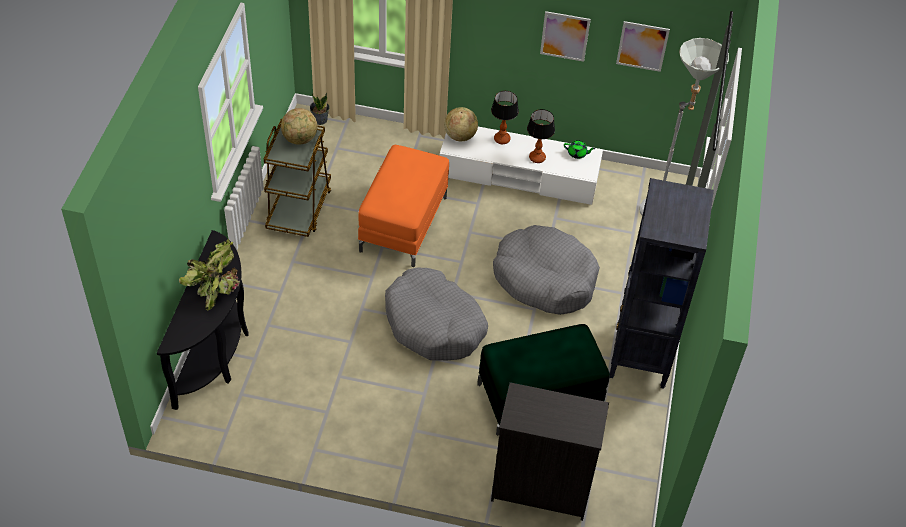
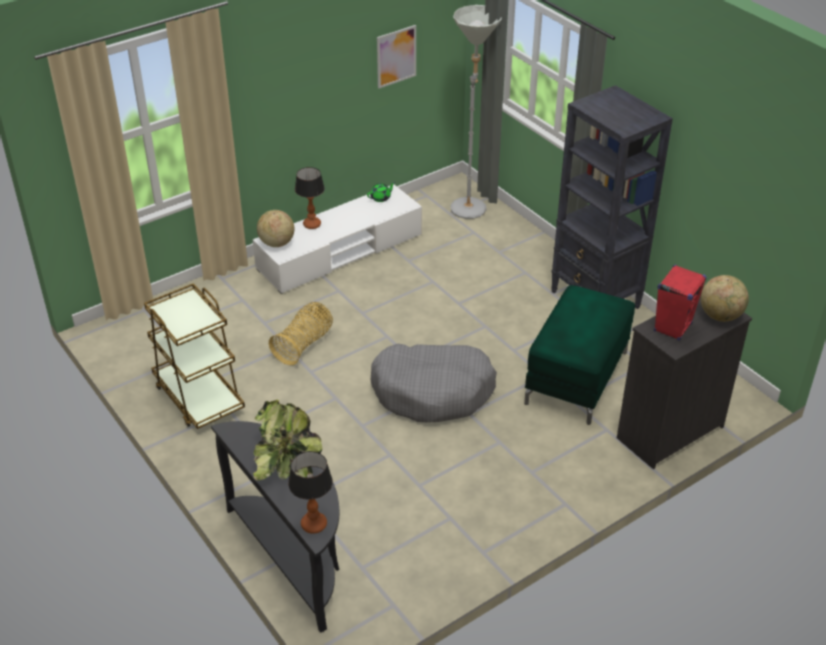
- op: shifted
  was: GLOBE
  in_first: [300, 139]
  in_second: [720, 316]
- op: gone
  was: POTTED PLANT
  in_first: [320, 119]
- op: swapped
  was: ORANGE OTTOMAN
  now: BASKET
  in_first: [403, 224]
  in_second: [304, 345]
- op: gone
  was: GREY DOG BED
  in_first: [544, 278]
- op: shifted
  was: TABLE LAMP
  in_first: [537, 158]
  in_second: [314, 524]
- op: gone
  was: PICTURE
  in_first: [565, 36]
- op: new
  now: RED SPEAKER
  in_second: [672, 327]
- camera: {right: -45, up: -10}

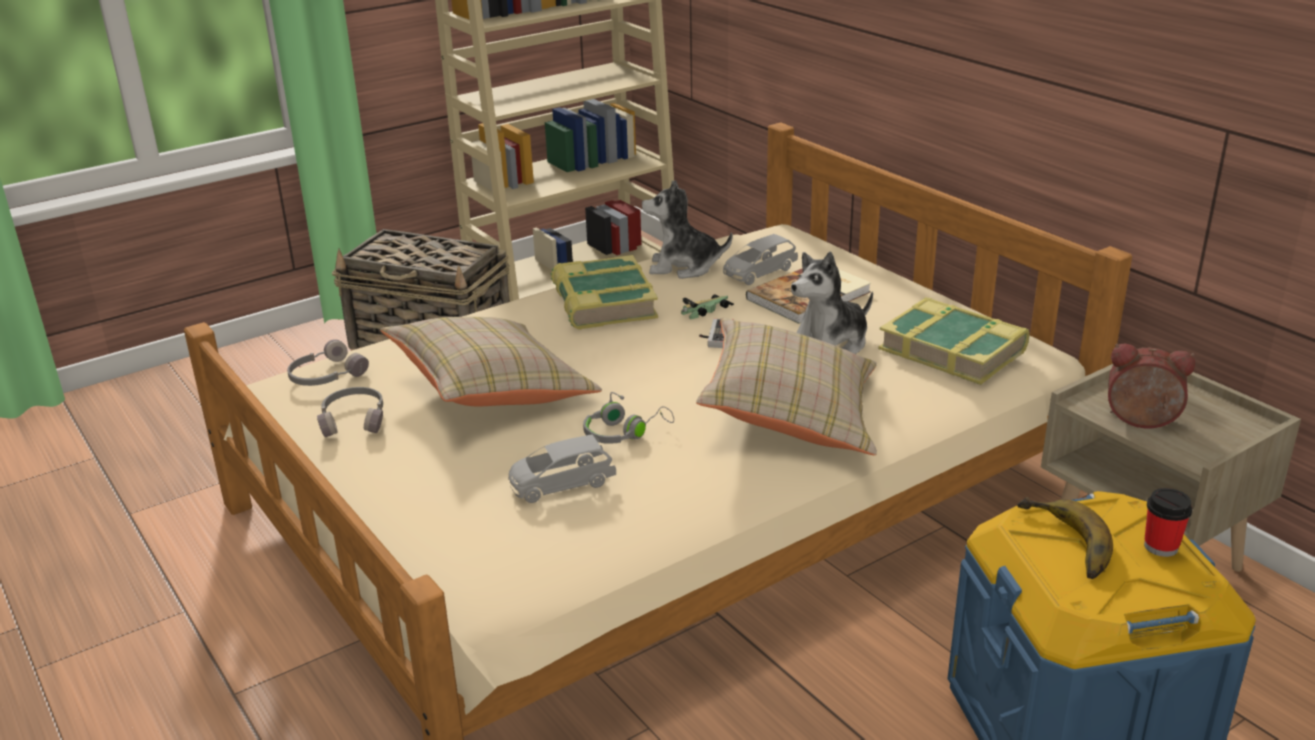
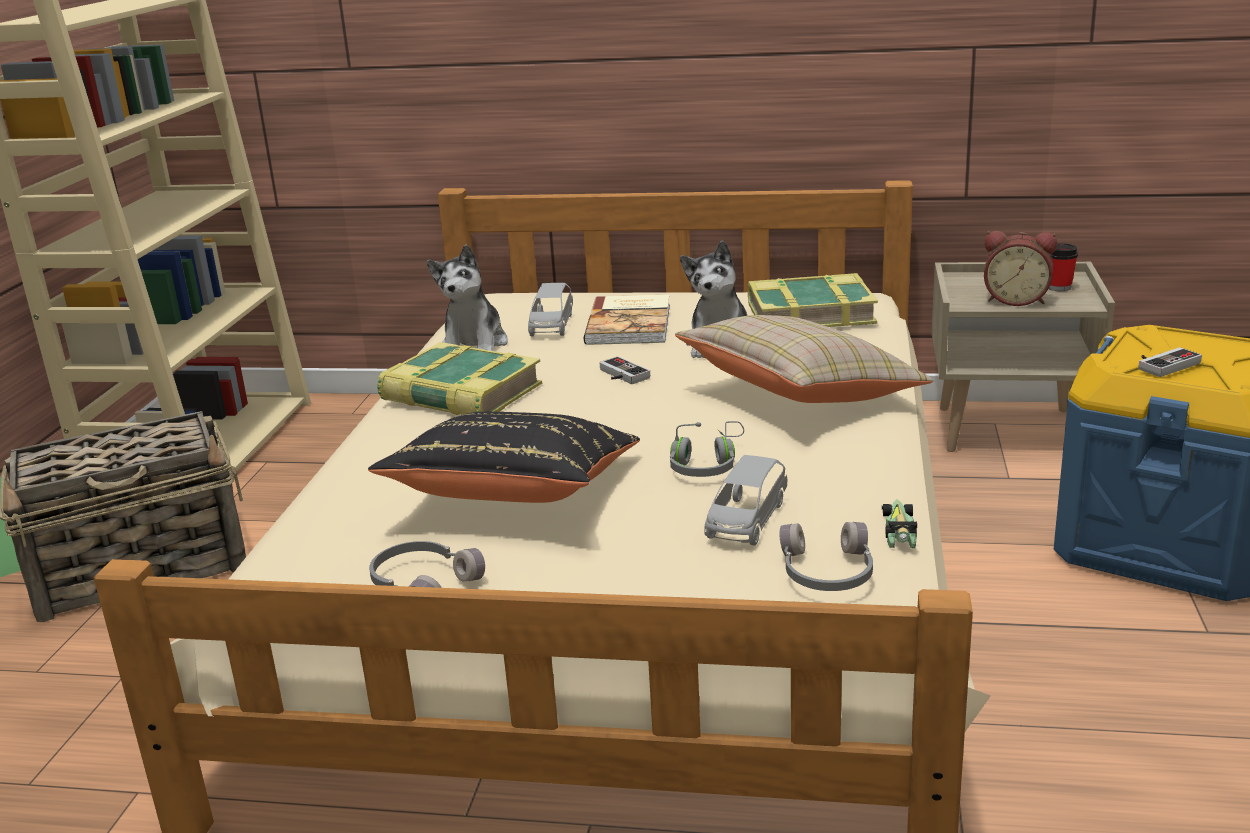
- op: shifted
  was: GREY HEADPHONES
  in_first: [325, 376]
  in_second: [826, 573]
- op: repainted
  was: BEIGE PILLOW
  now: BLACK PILLOW
  in_first: [491, 392]
  in_second: [515, 496]
- op: rotated
  was: PLUSH TOY
  in_first: [683, 267]
  in_second: [474, 345]
  clockwise: -45
- op: shifted
  was: TOY CAR
  in_first: [705, 310]
  in_second: [899, 529]
- op: swapped
  was: BANANA
  now: GAME CONTROLLER
  in_first: [1062, 544]
  in_second: [1164, 364]
- op: rotated
  was: ALARM CLOCK
  in_first: [1141, 422]
  in_second: [1016, 300]
  clockwise: -135
- op: shifted
  was: CUP
  in_first: [1161, 546]
  in_second: [1059, 287]
- camera: {right: -45, up: -5}

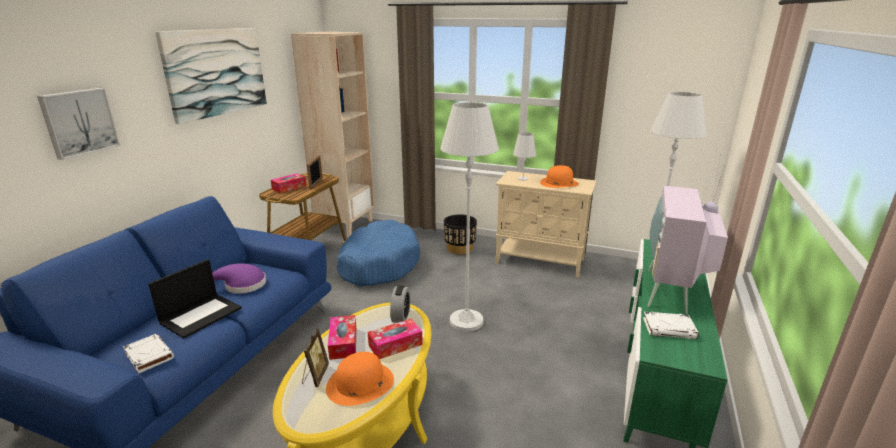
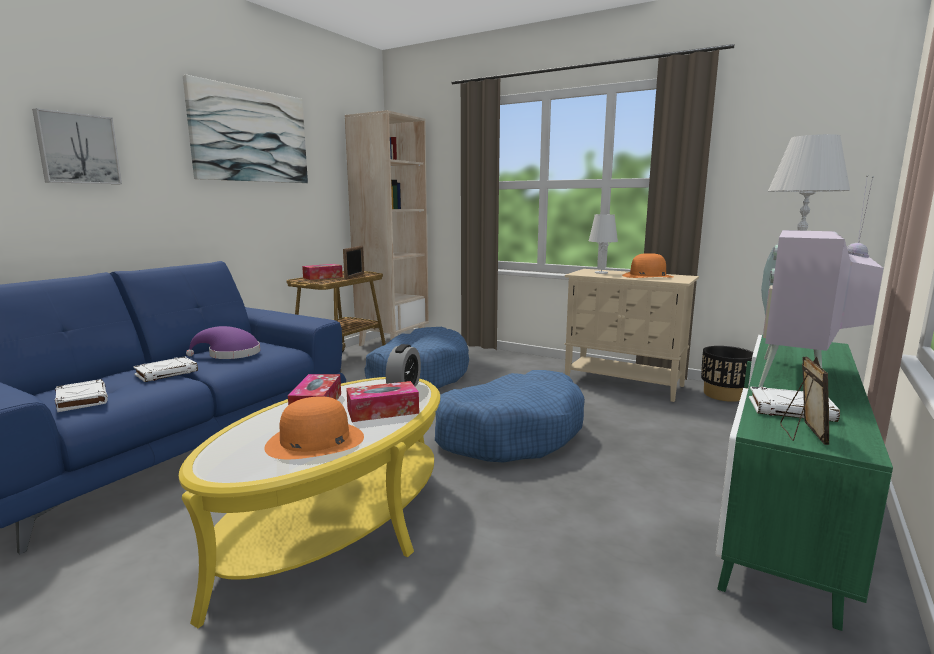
- op: swapped
  was: LAPTOP
  now: WHITE BOOK
  in_first: [201, 315]
  in_second: [167, 373]
- op: shifted
  was: PICTURE FRAME
  in_first: [315, 376]
  in_second: [801, 434]
- op: swapped
  was: WHITE FLOOR LAMP
  now: BLUE DOG BED
  in_first: [466, 321]
  in_second: [509, 433]
- op: shifted
  was: BLACK PLANTER
  in_first: [460, 248]
  in_second: [724, 395]
- camera: {right: 10, up: -10}

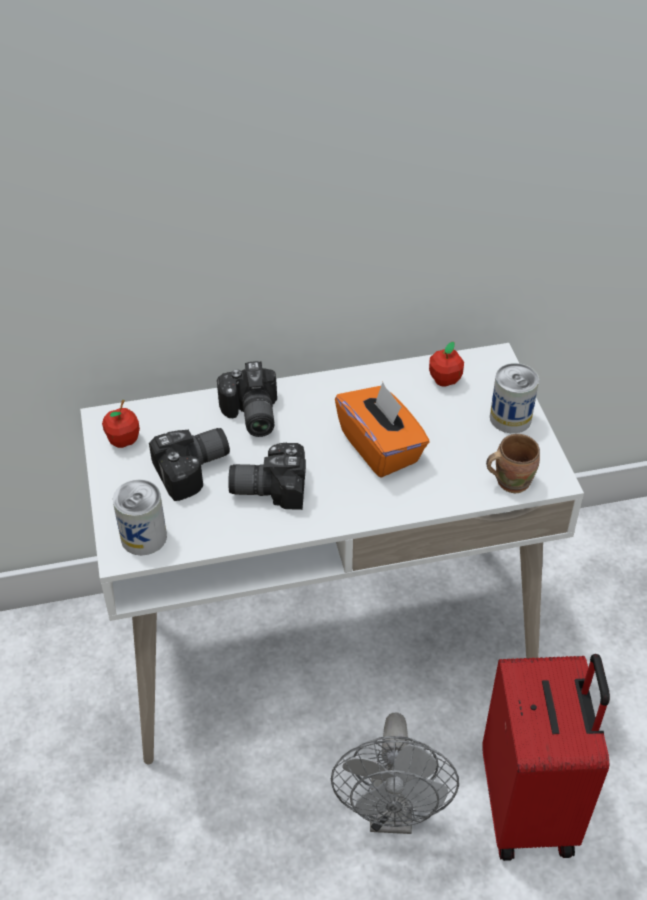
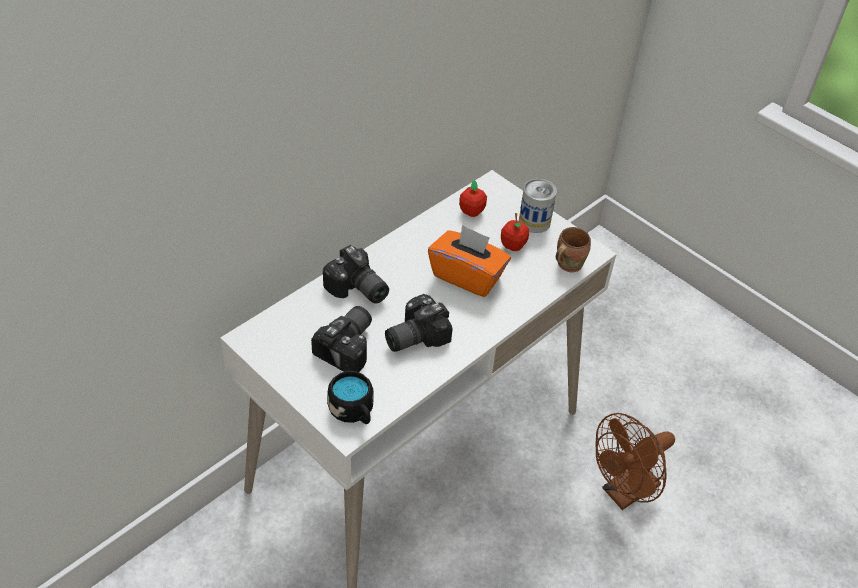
- op: shifted
  was: APPLE
  in_first: [123, 440]
  in_second: [513, 246]
- op: swapped
  was: CAN
  now: BLACK MUG
  in_first: [144, 537]
  in_second: [353, 411]
- op: gone
  was: GREY FAN
  in_first: [392, 813]
- op: swapped
  was: RED SUITCASE
  now: BROWN FAN
  in_first: [530, 806]
  in_second: [624, 493]
- camera: {right: -35, up: 0}

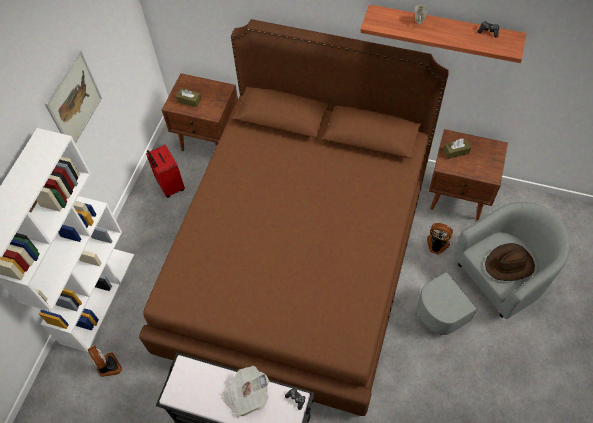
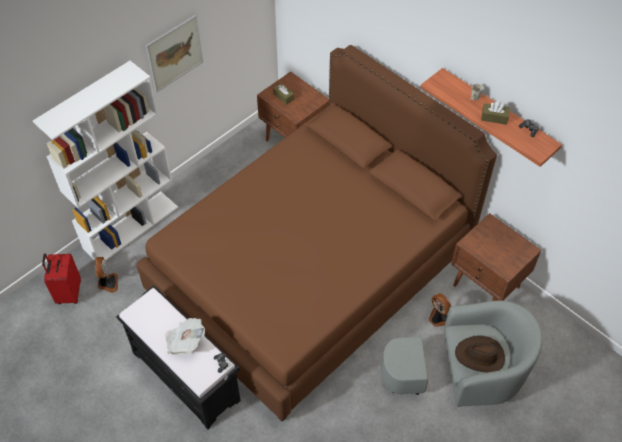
- op: shifted
  was: RED SUITCASE
  in_first: [169, 186]
  in_second: [68, 293]
- op: shifted
  was: BROWN TISSUE BOX
  in_first: [456, 151]
  in_second: [494, 117]
- camera: {right: 25, up: -5}

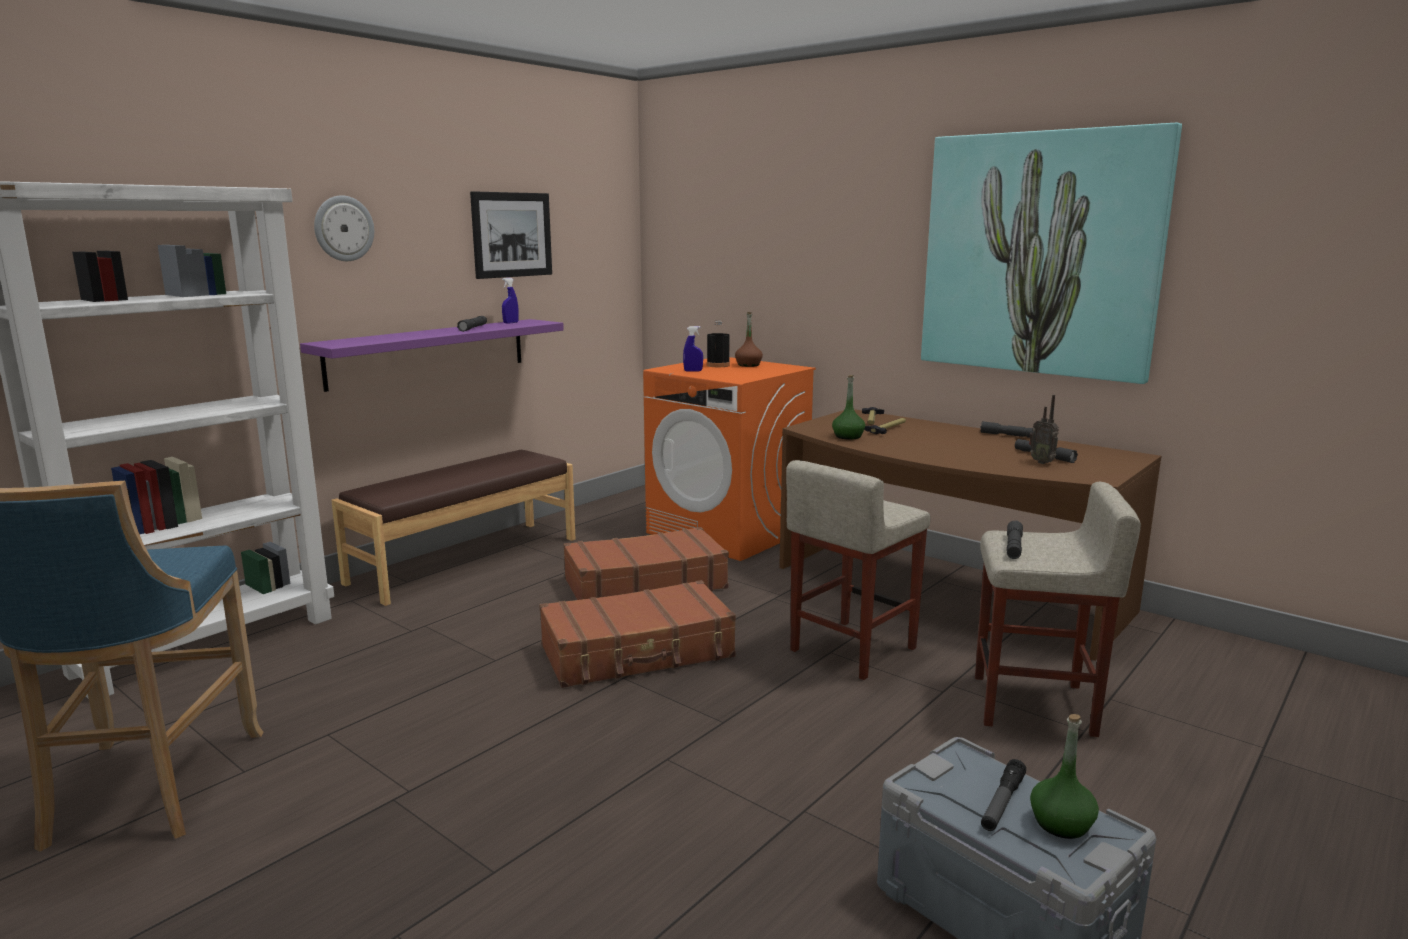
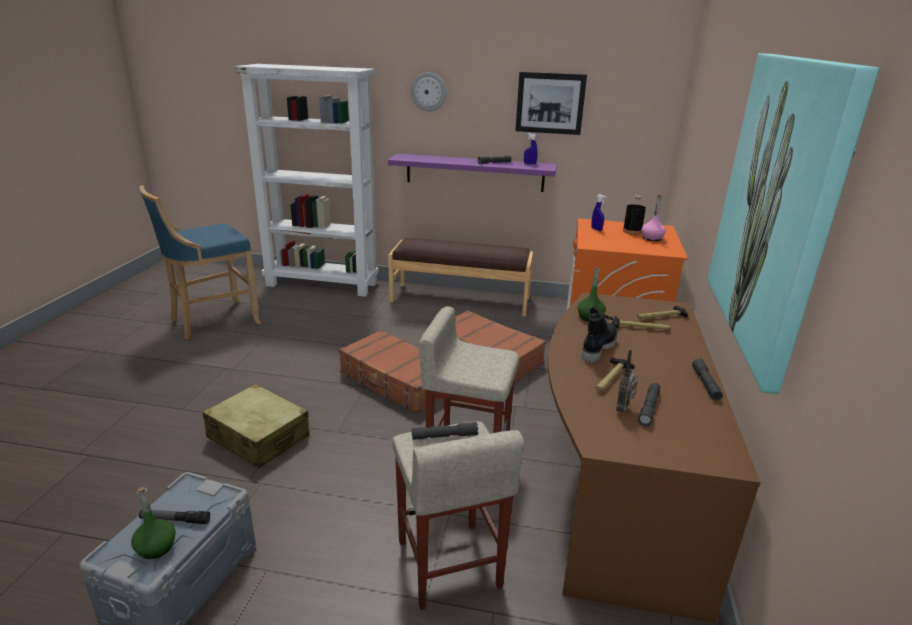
- op: repainted
  was: BROWN BOTTLE
  now: PINK BOTTLE
  in_first: [748, 365]
  in_second: [652, 238]
- op: new
  now: BEIGE SUITCASE
  in_second: [258, 437]
- op: new
  now: BLACK BOOT
  in_second: [597, 348]
- op: new
  now: HAMMER
  in_second: [611, 379]
- camera: {right: 60, up: 10}

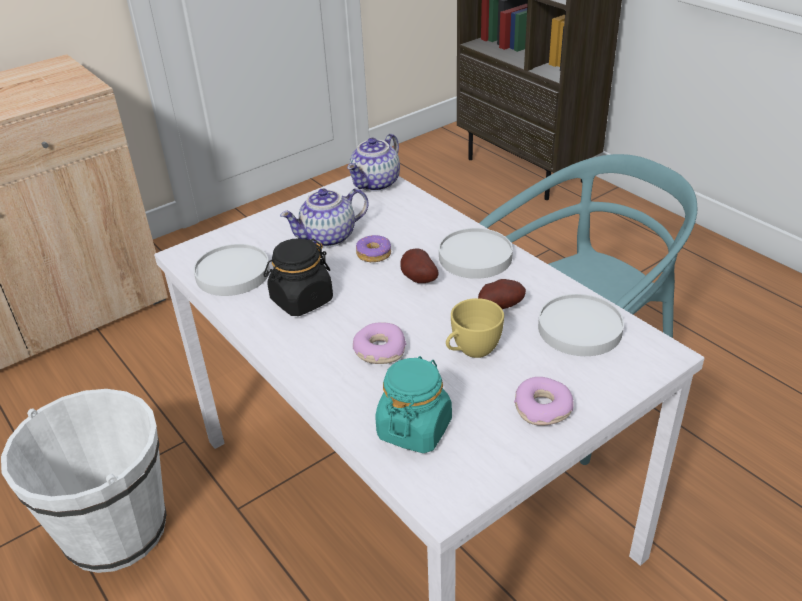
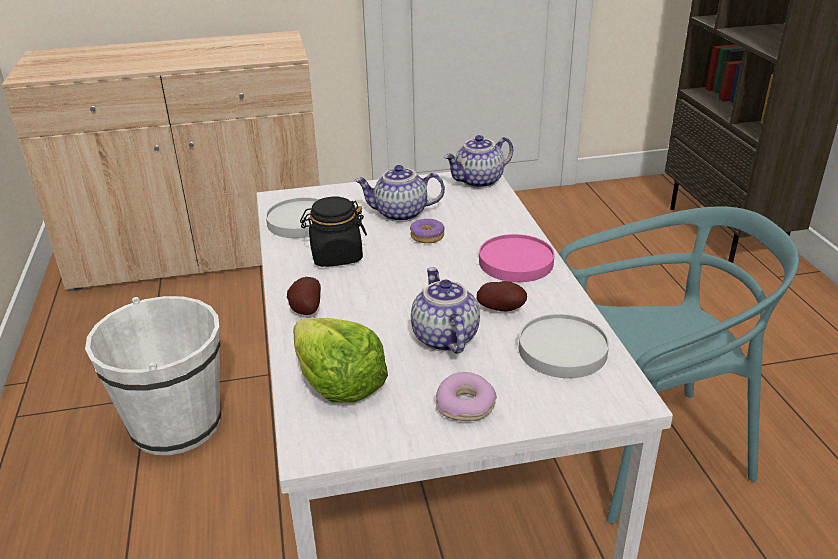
- op: gone
  was: DONUT
  in_first: [379, 350]
- op: swapped
  was: TURQUOISE JAR
  now: LETTUCE
  in_first: [414, 429]
  in_second: [338, 383]
- op: shifted
  was: POTATO
  in_first: [417, 279]
  in_second: [304, 310]
- op: repainted
  was: WHITE PLATE
  now: PINK PLATE
  in_first: [474, 257]
  in_second: [515, 262]
- op: swapped
  was: YELLOW CUP
  now: TEAPOT
  in_first: [471, 351]
  in_second: [443, 338]
- camera: {right: 25, up: -5}

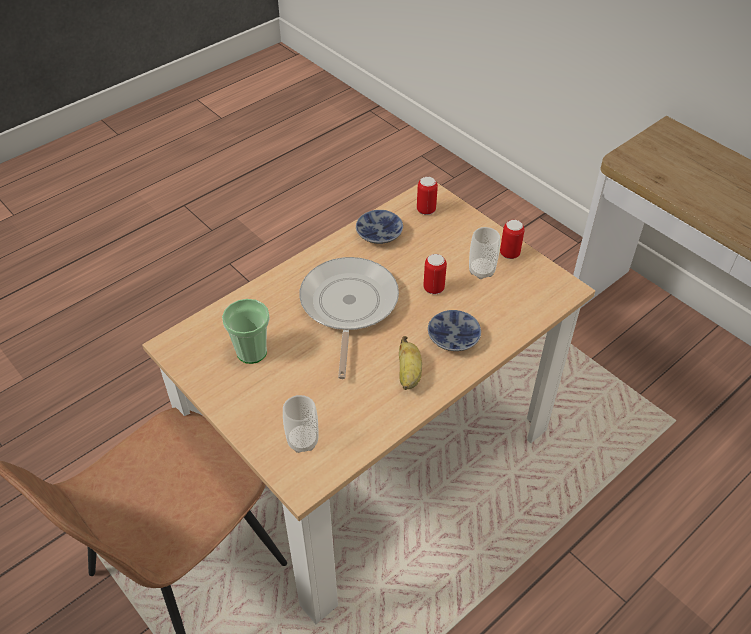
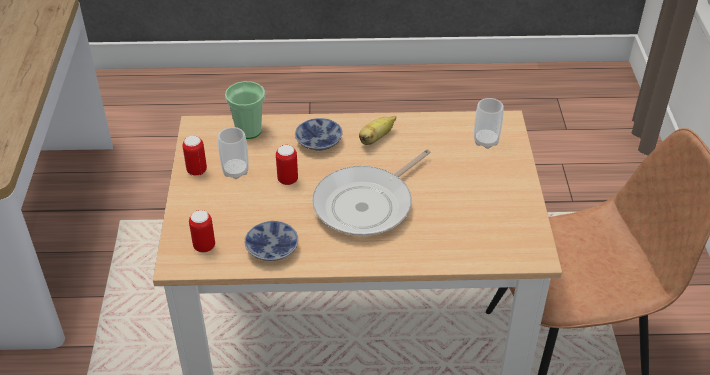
- op: shifted
  was: CUP
  in_first: [252, 352]
  in_second: [248, 130]
- camera: {right: -140, up: -5}

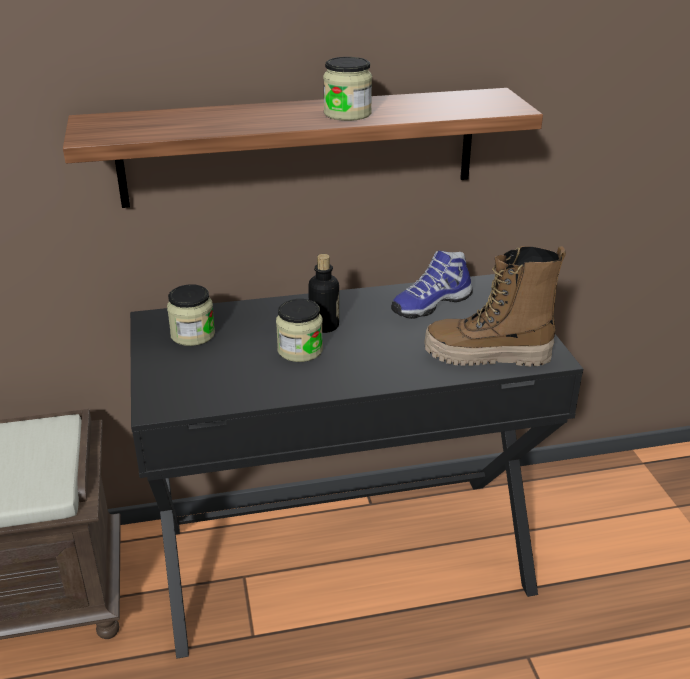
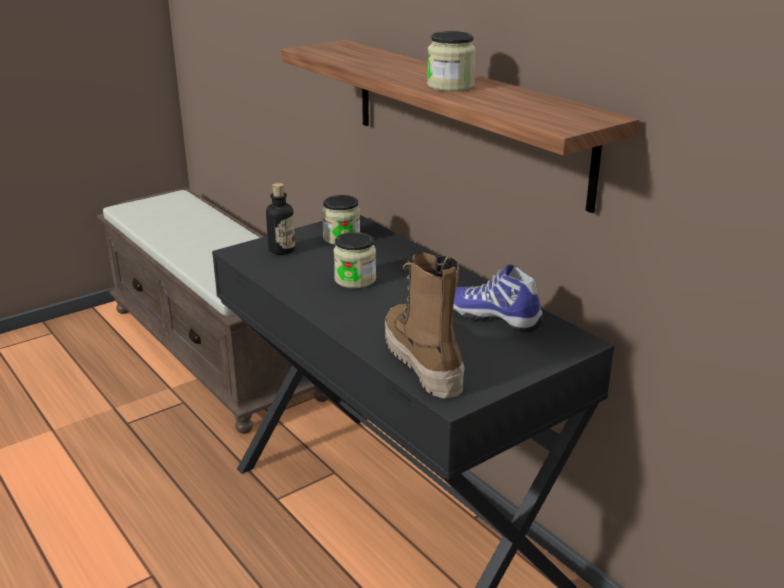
- op: shifted
  was: BOTTLE
  in_first: [324, 326]
  in_second: [282, 250]
- camera: {right: 65, up: -5}

